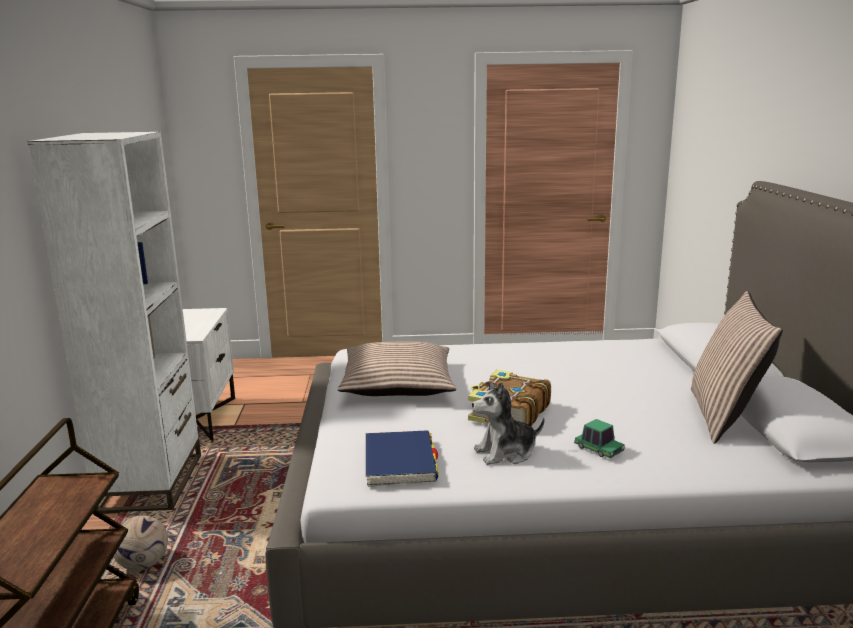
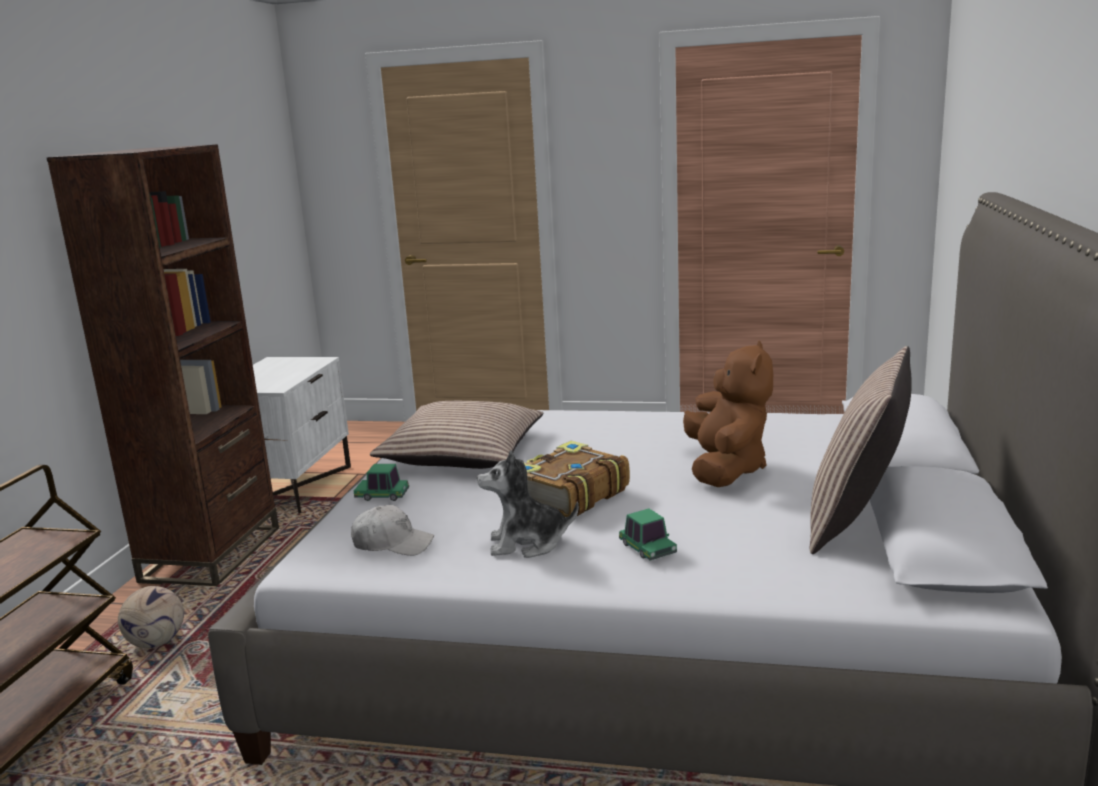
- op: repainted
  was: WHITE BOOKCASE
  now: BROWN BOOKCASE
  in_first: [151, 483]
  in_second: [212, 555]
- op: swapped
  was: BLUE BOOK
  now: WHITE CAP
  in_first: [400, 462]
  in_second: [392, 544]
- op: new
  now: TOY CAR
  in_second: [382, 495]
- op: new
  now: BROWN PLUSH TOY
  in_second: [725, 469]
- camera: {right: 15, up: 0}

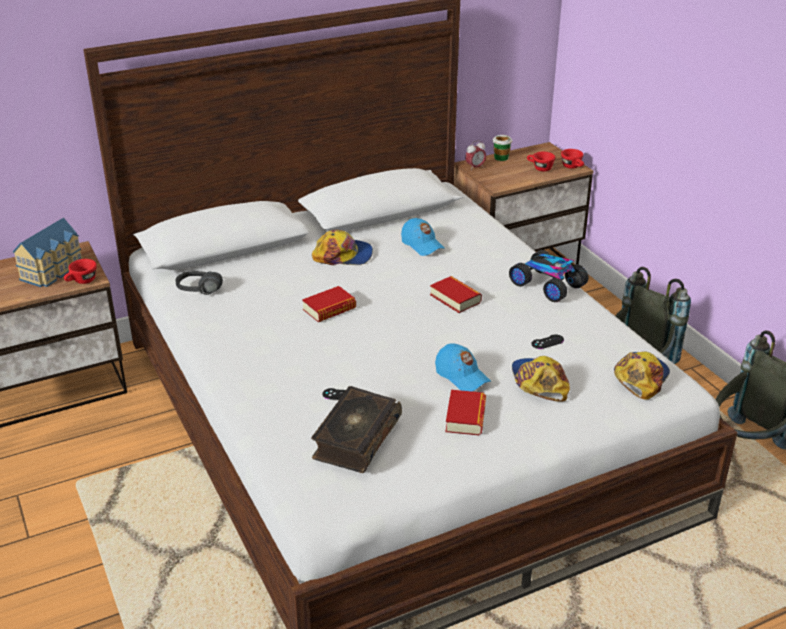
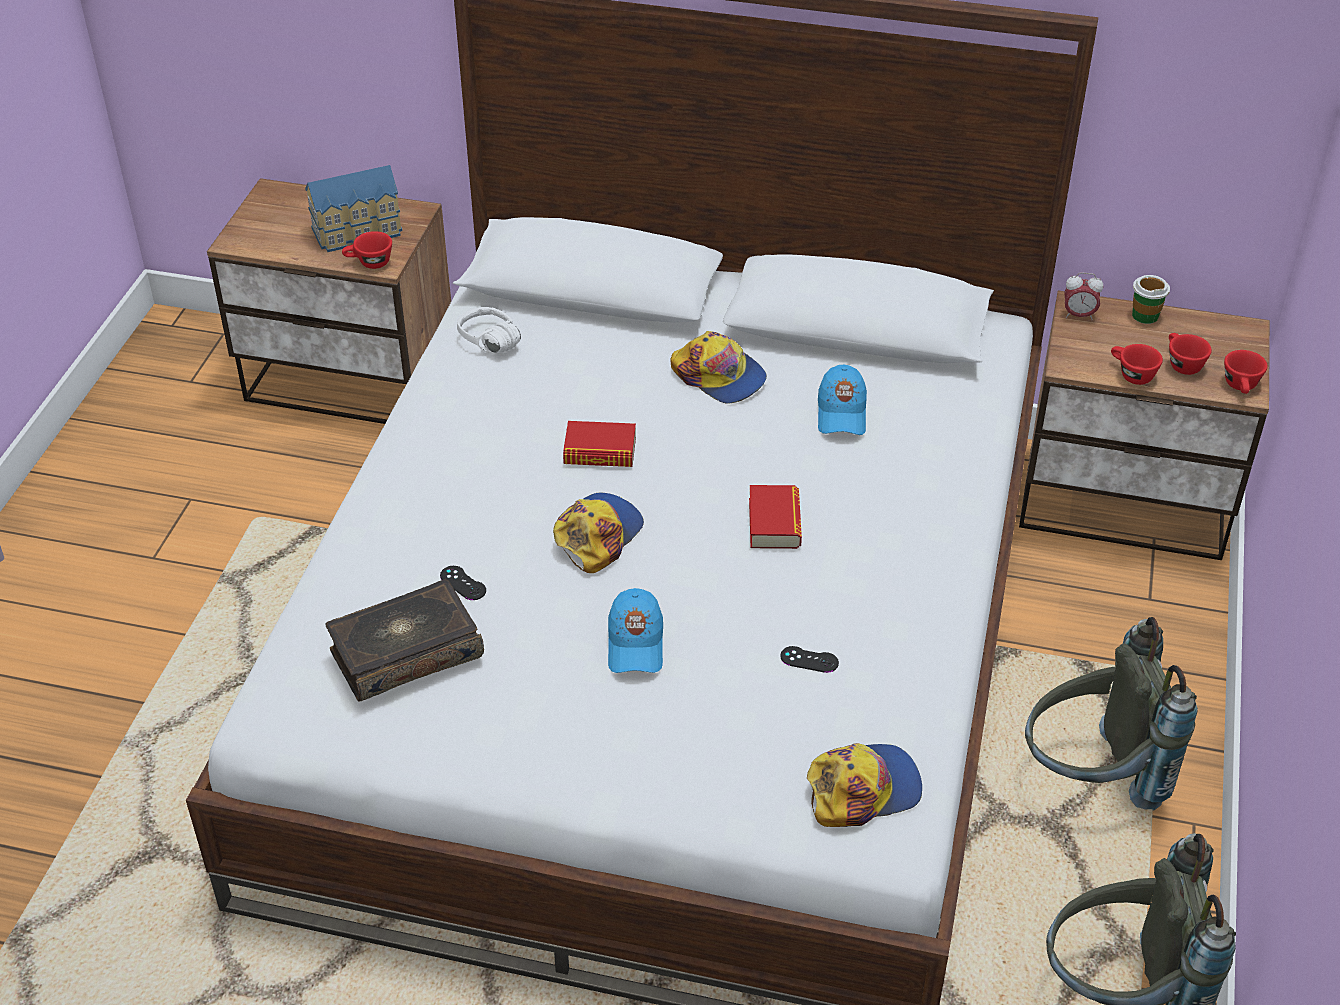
- op: repainted
  was: BLACK HEADPHONES
  now: WHITE HEADPHONES
  in_first: [198, 293]
  in_second: [482, 345]
- op: gone
  was: BOOK
  in_first: [465, 417]
- op: gone
  was: TOY CAR
  in_first: [548, 284]
- op: shifted
  was: CAP
  in_first: [539, 382]
  in_second: [597, 535]
- op: new
  now: RED CUP
  in_second: [1131, 374]
- camera: {right: 40, up: 10}

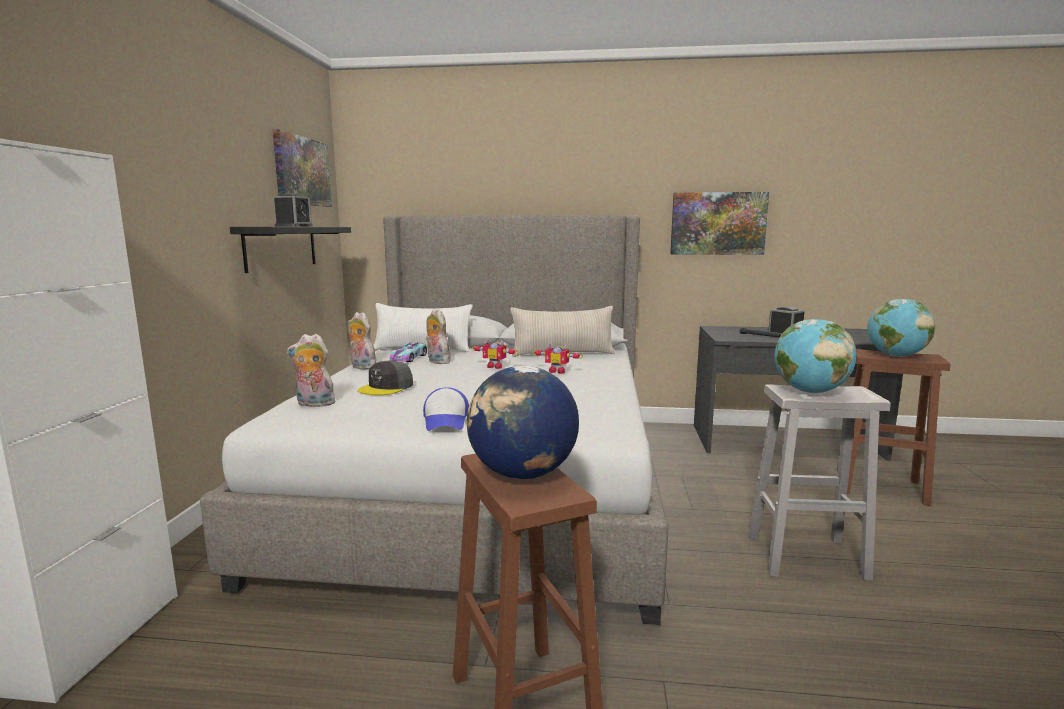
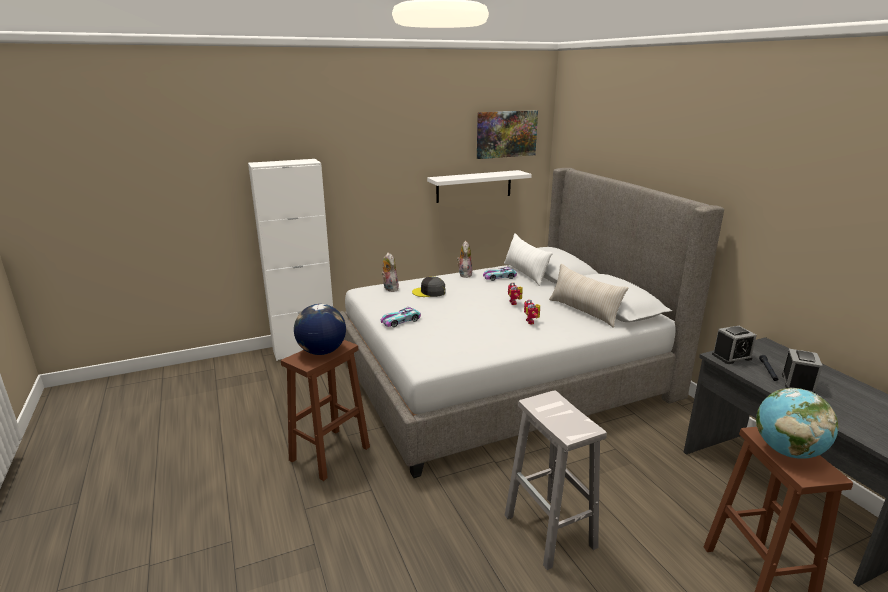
- op: repainted
  was: BLACK SHELF
  now: WHITE SHELF
  in_first: [281, 247]
  in_second: [474, 186]
- op: shifted
  was: ALARM CLOCK
  in_first: [294, 226]
  in_second: [731, 356]
- op: swapped
  was: CAP
  now: TOY CAR
  in_first: [446, 421]
  in_second: [400, 321]
- op: gone
  was: PLUSH TOY
  in_first: [436, 361]
- op: gone
  was: PICTURE
  in_first: [718, 223]
- op: gone
  was: GLOBE
  in_first: [809, 392]
- camera: {right: 60, up: 10}

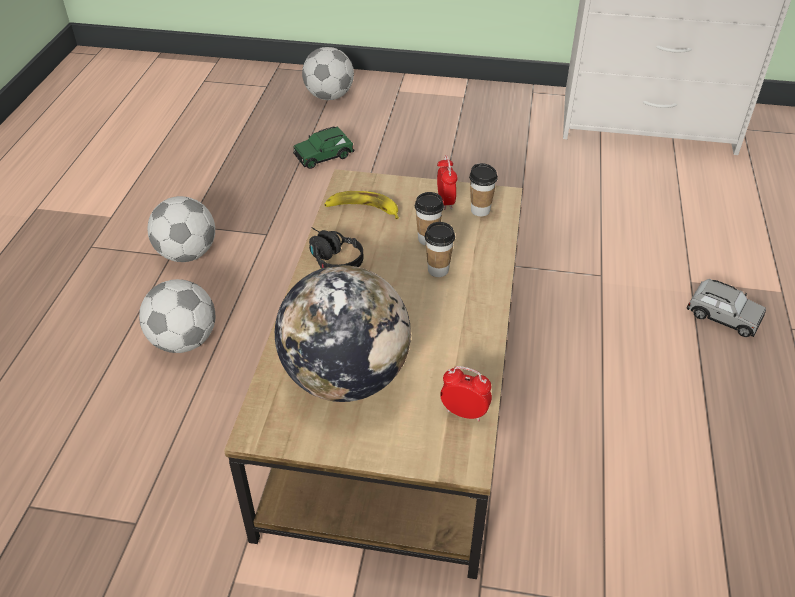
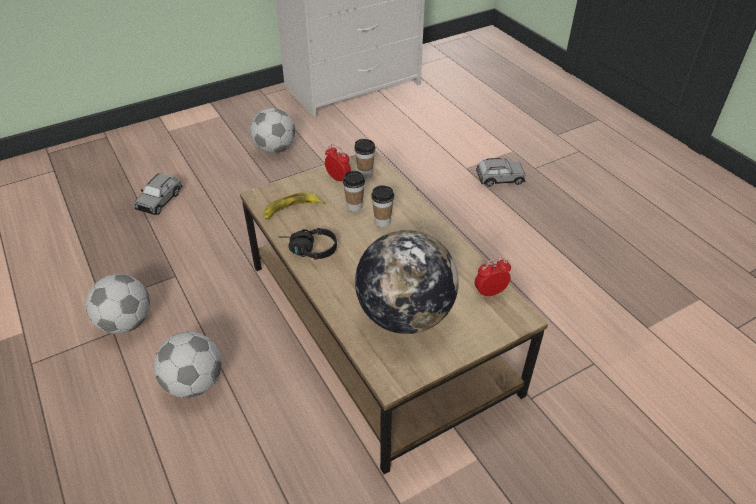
- op: repainted
  was: GREEN TOY CAR
  now: GREY TOY CAR
  in_first: [324, 156]
  in_second: [160, 201]
- op: shifted
  was: FOOTBALL
  in_first: [329, 96]
  in_second: [275, 148]
- camera: {right: -40, up: 0}

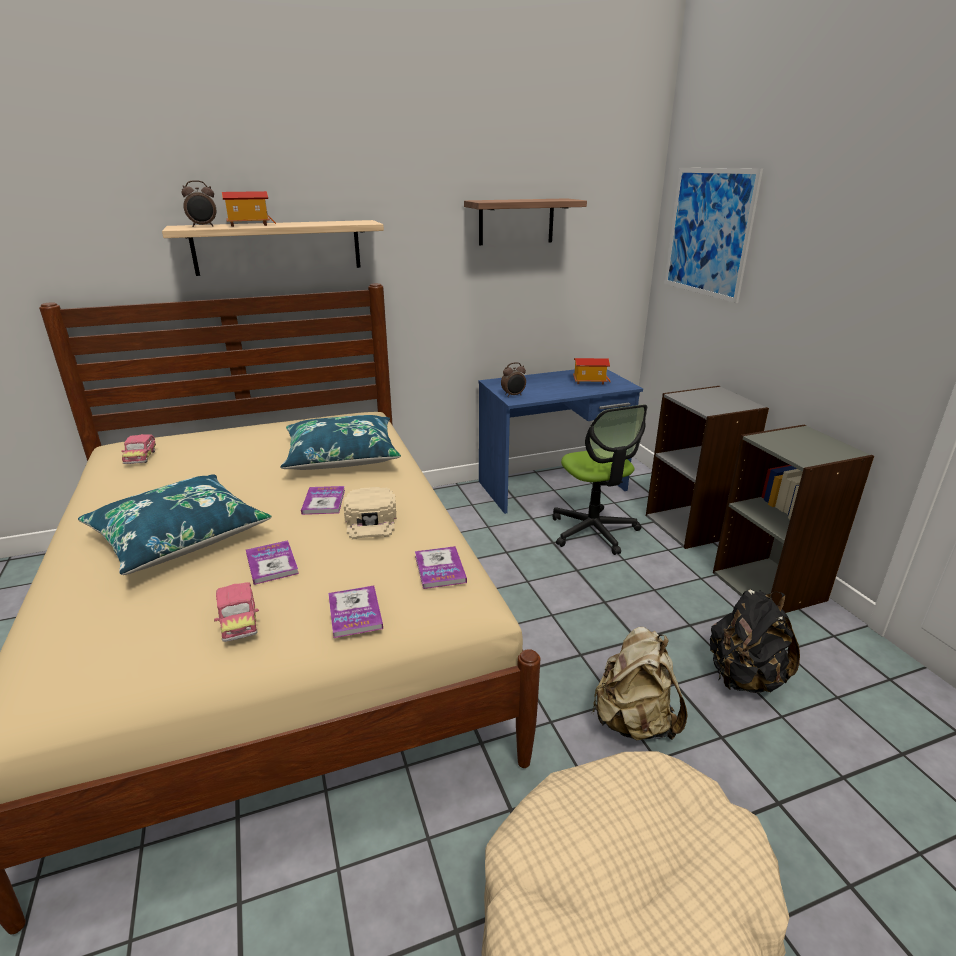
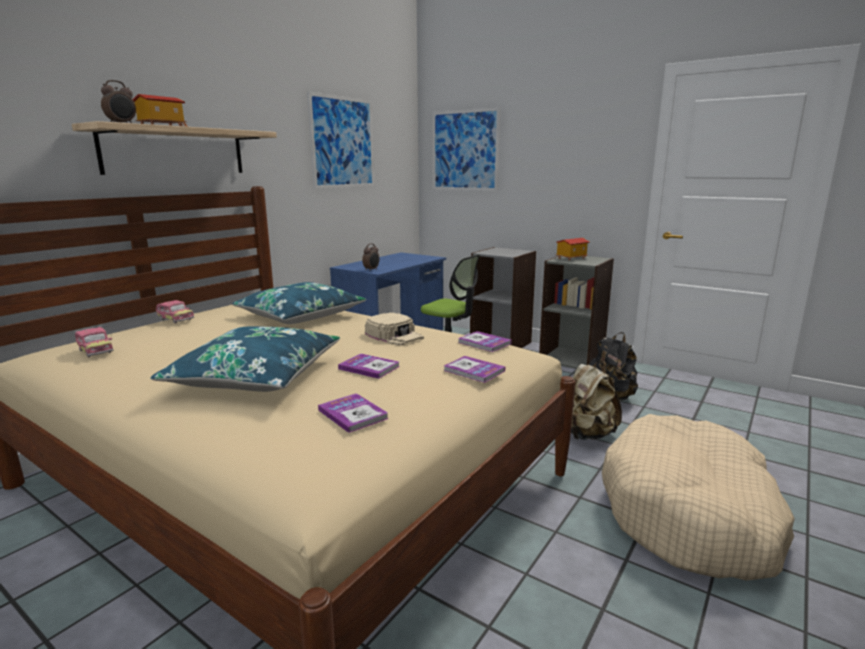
- op: shifted
  was: TOY CAR
  in_first: [239, 621]
  in_second: [175, 319]
- op: shifted
  was: BOOK
  in_first: [324, 502]
  in_second: [353, 414]
- op: swapped
  was: SHELF
  now: PICTURE
  in_first: [516, 221]
  in_second: [343, 143]
- op: shifted
  was: TOY HOUSE
  in_first: [589, 381]
  in_second: [571, 258]
- camera: {right: -35, up: -10}

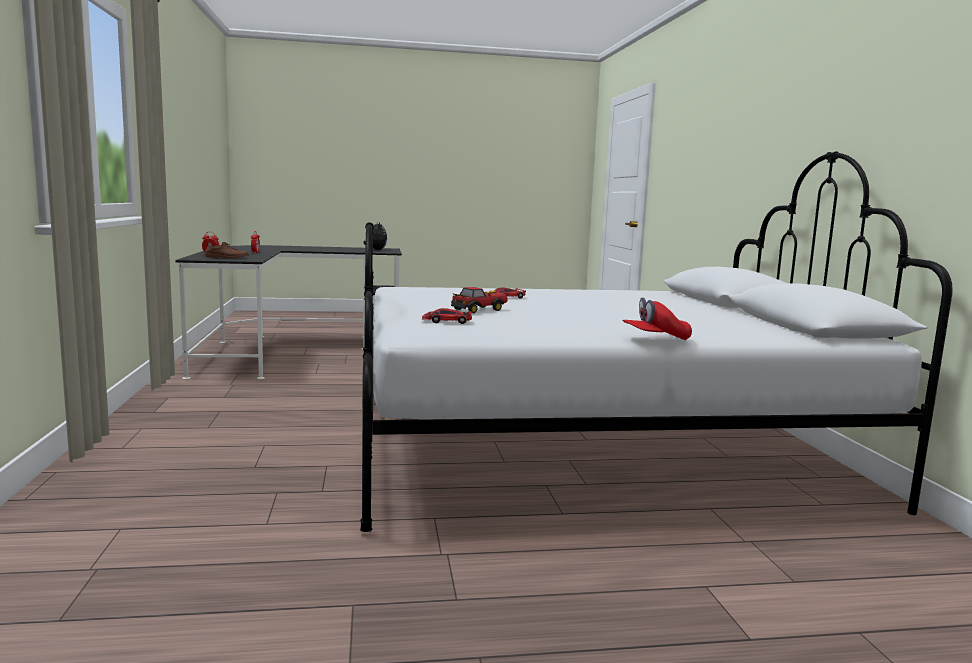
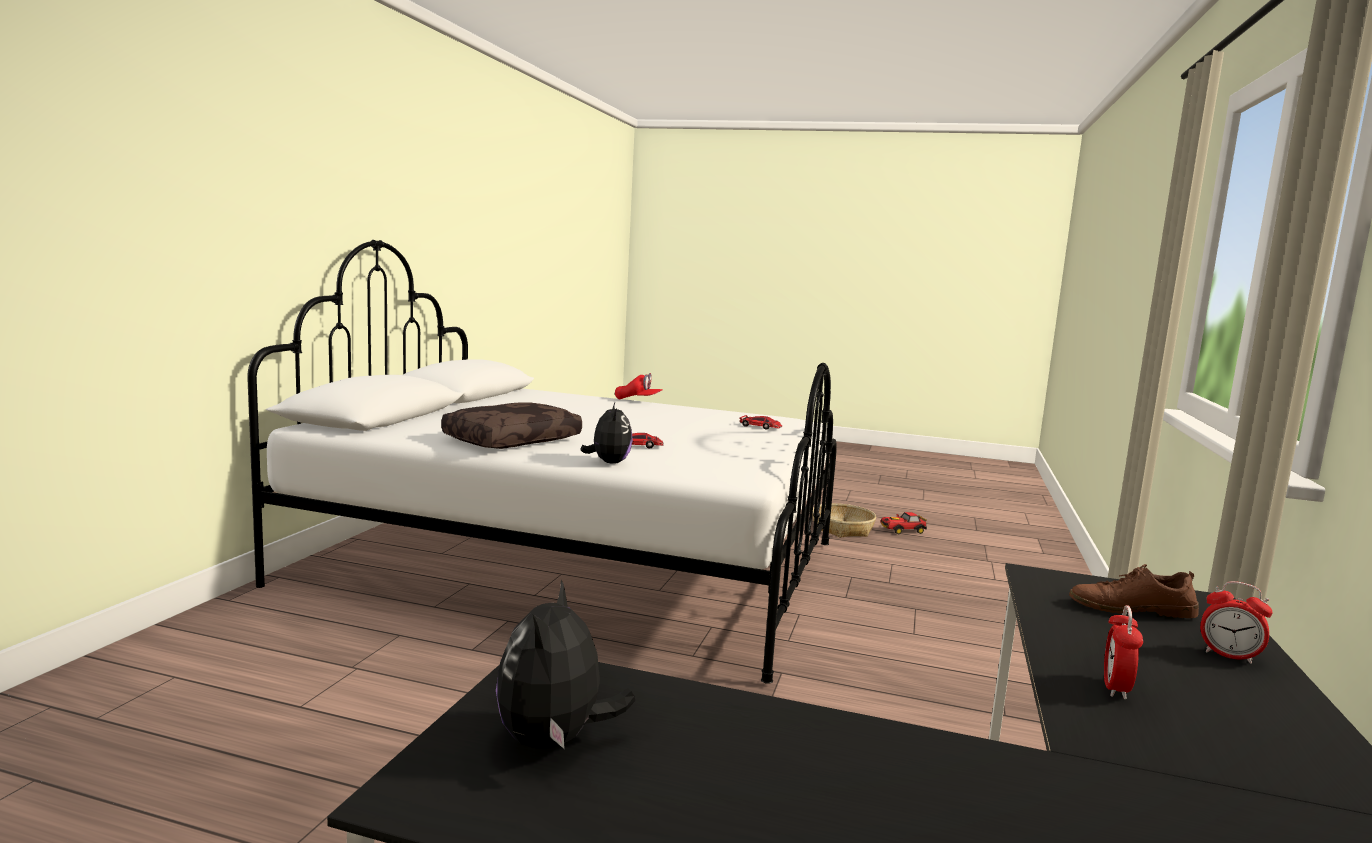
- op: shifted
  was: TOY CAR
  in_first: [479, 310]
  in_second: [902, 531]
- op: new
  now: BROWN PILLOW
  in_second: [512, 440]
- op: new
  now: PLUSH TOY
  in_second: [608, 463]
- op: new
  now: BASKET
  in_second: [842, 529]
- camera: {right: -155, up: 0}

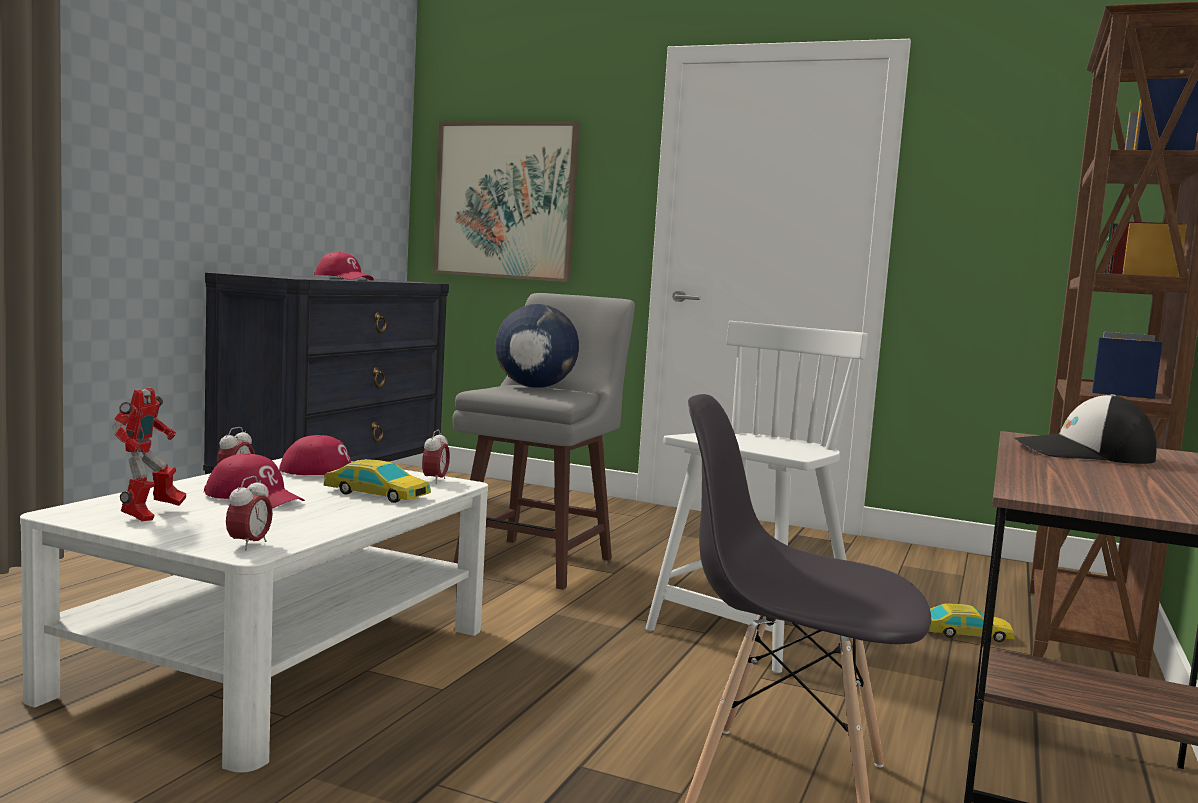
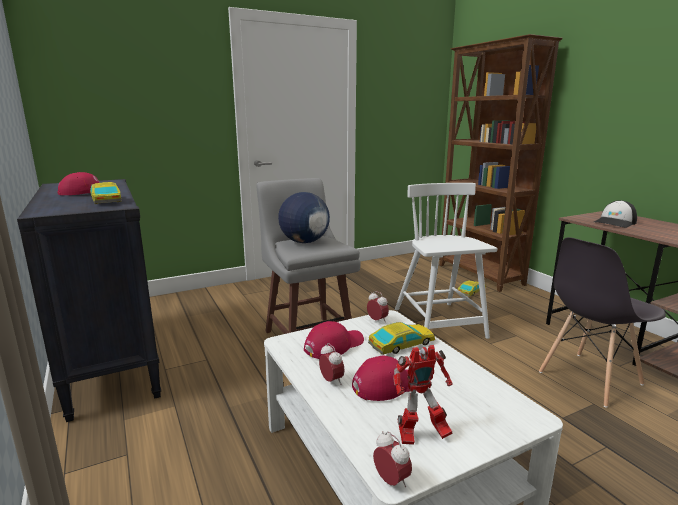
- op: rotated
  was: TOY ROBOT
  in_first: [150, 515]
  in_second: [420, 436]
  clockwise: 120
- op: shifted
  was: ALARM CLOCK
  in_first: [249, 545]
  in_second: [391, 481]
- op: gone
  was: PICTURE
  in_first: [505, 201]
- op: new
  now: TOY CAR
  in_second: [106, 200]
- camera: {right: -50, up: 10}

